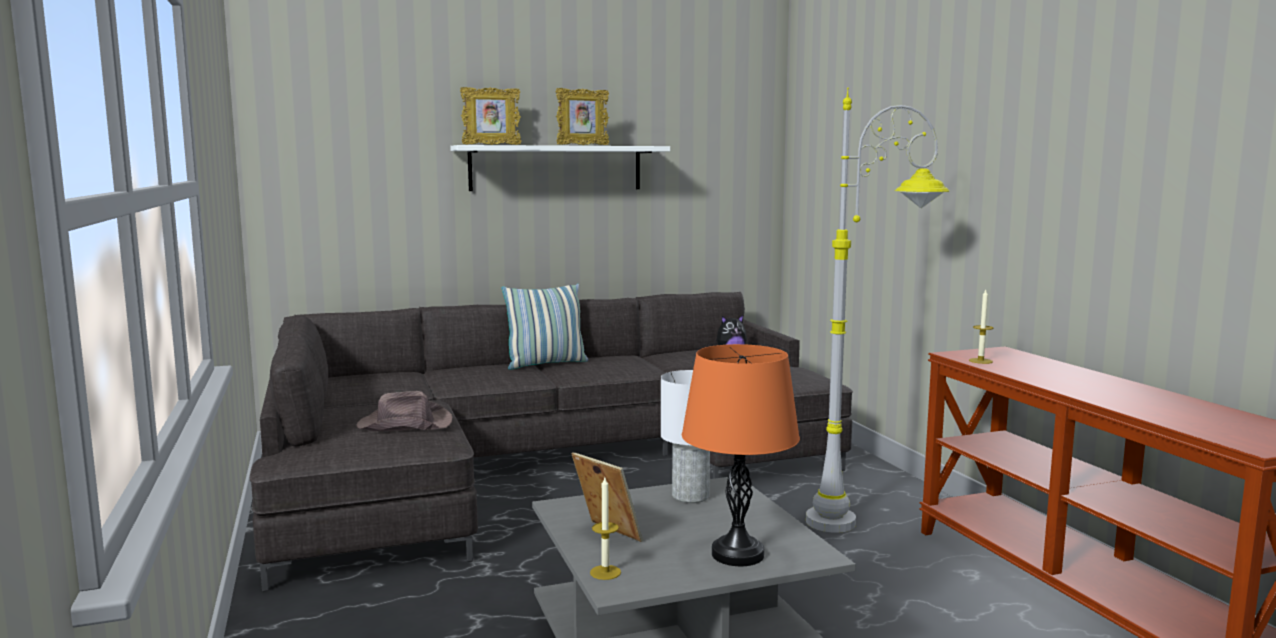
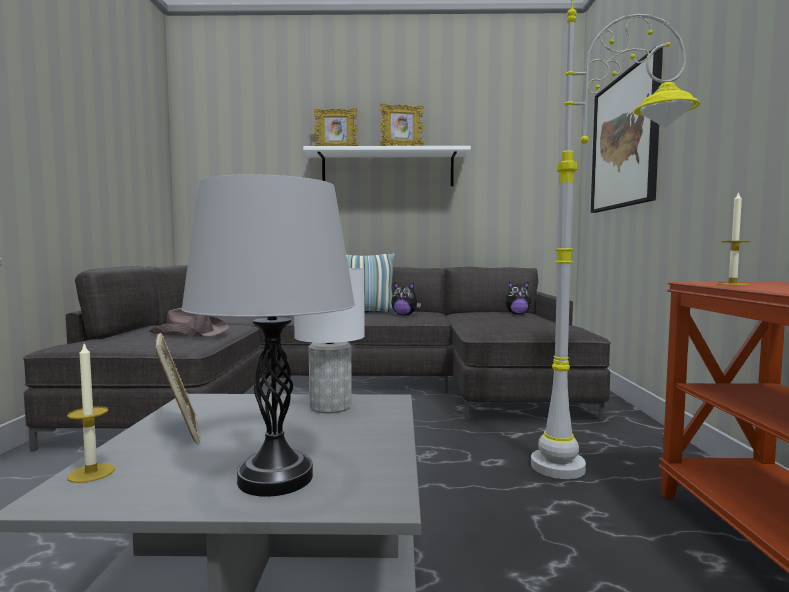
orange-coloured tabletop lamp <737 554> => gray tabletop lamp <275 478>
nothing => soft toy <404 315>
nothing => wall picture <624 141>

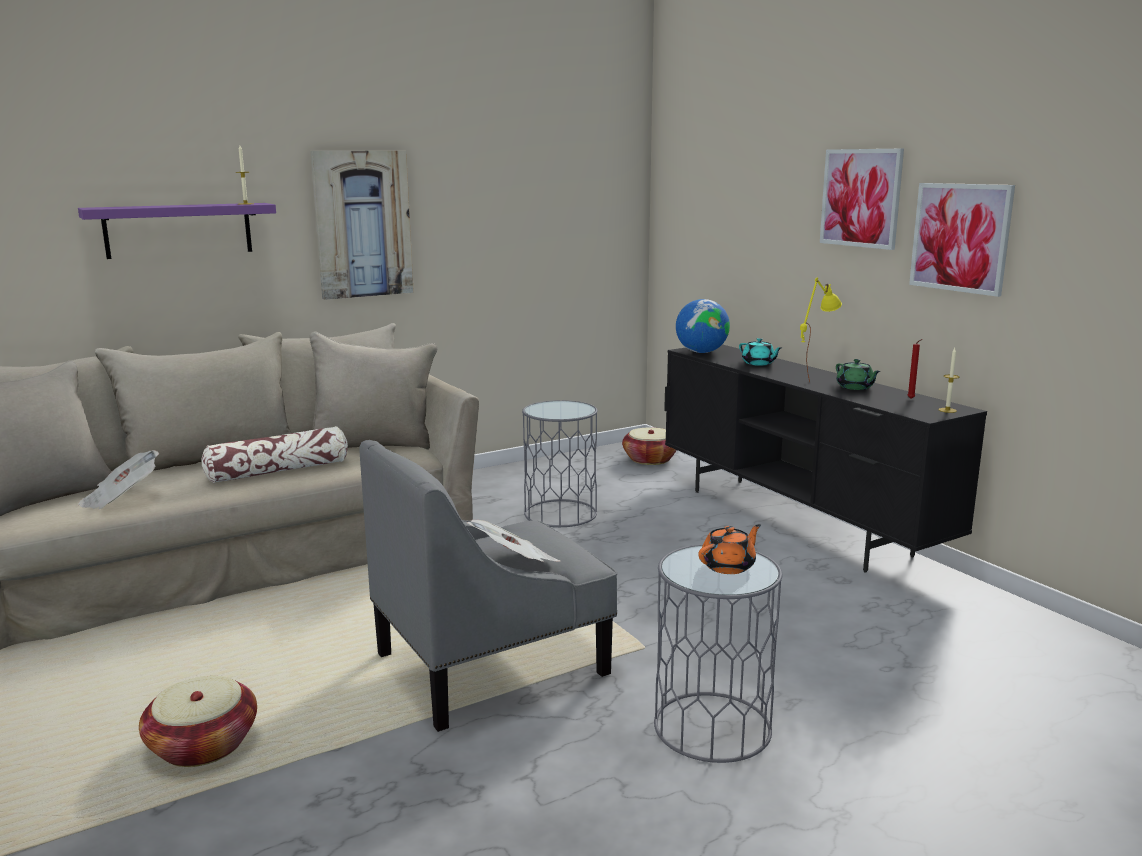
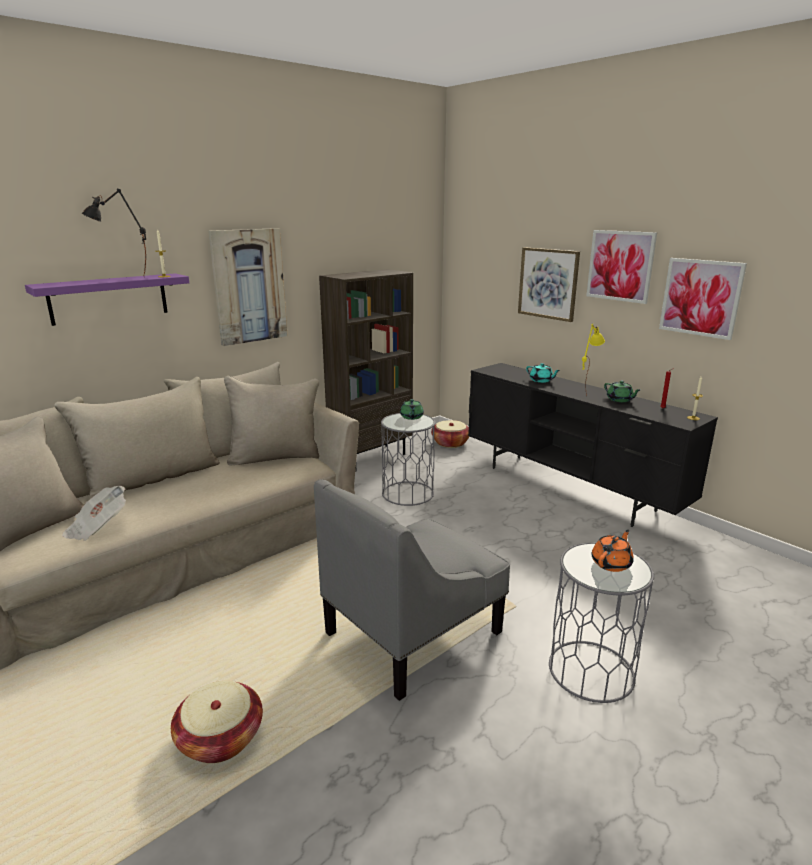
throw pillow <279 471> => nothing
newspaper <514 563> => nothing
desk globe <701 352> => nothing
nothing => blackish tabletop lamp <123 278>
nothing => brown bookcase <371 457>
nothing => green tea pot <411 417>
nothing => wall picture <548 283>

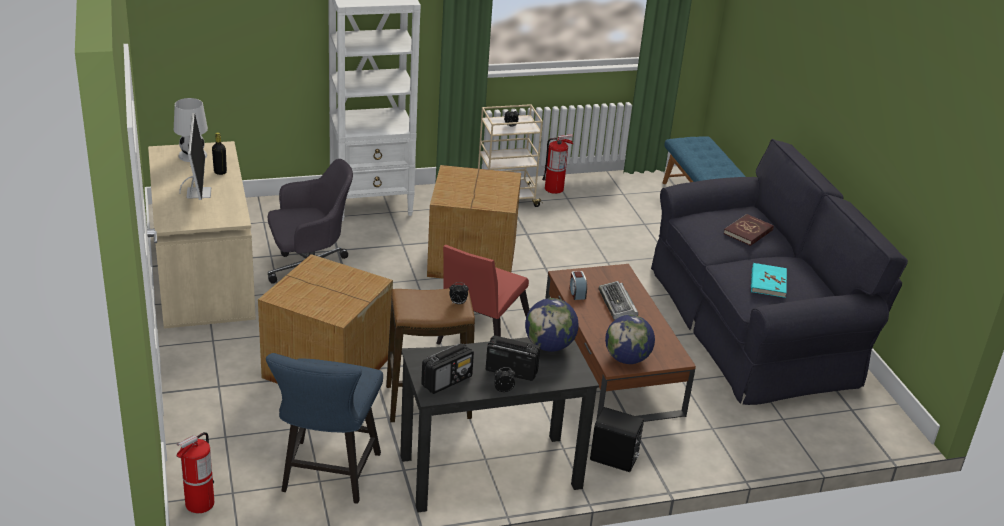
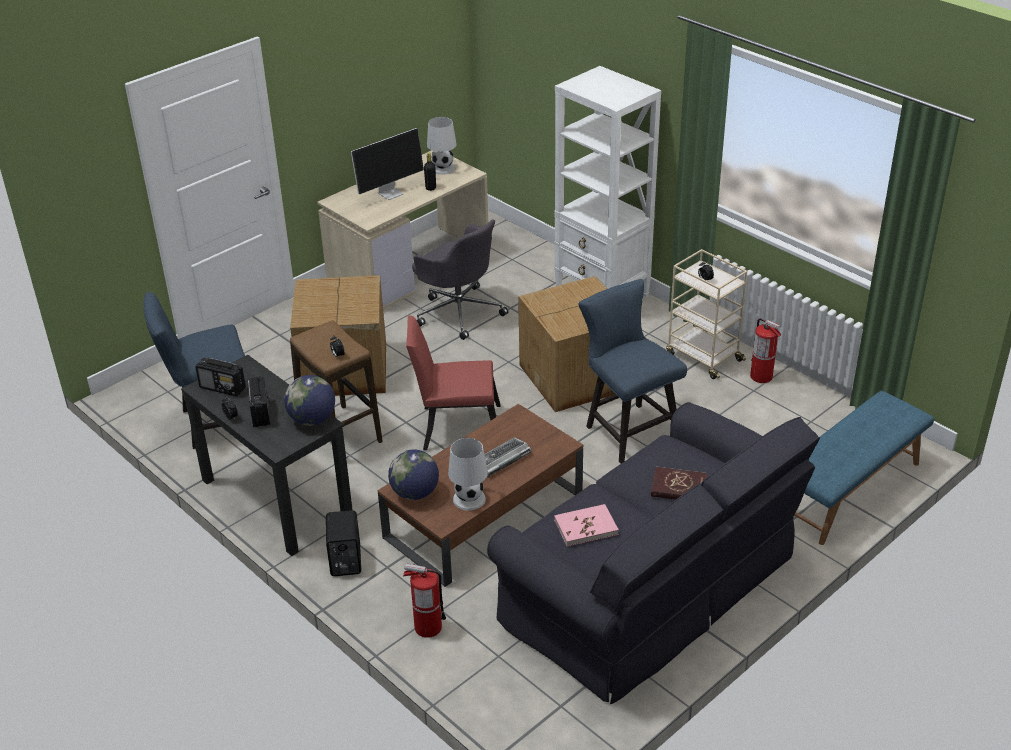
fire extinguisher <199 504> => fire extinguisher <427 627>, relocated
alarm clock <577 293> => nothing
turquoise book <768 282> => pink-coloured book <586 527>
nothing => white tabletop lamp <469 499>
nothing => blue-coloured plain chair <627 429>

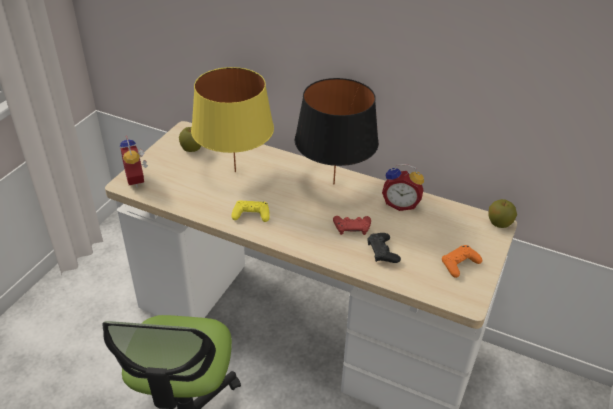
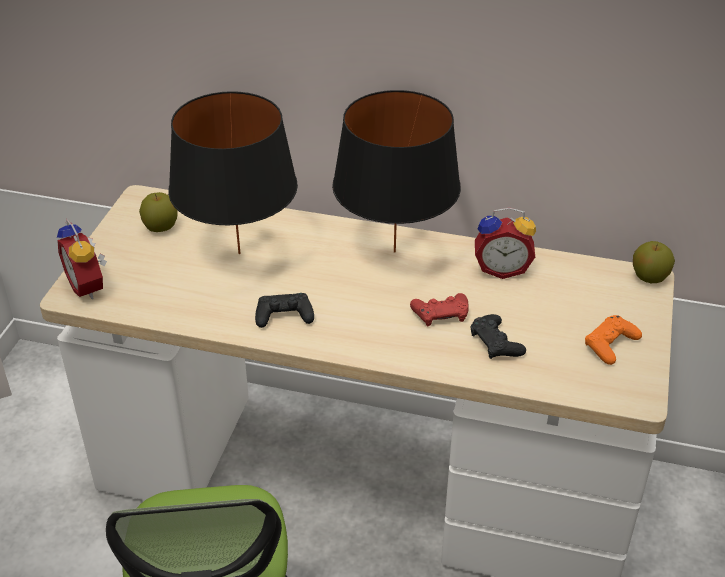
yellow tabletop lamp <235 172> => blackish tabletop lamp <239 253>
yellow gamepad <251 215> => blackish gamepad <284 316>

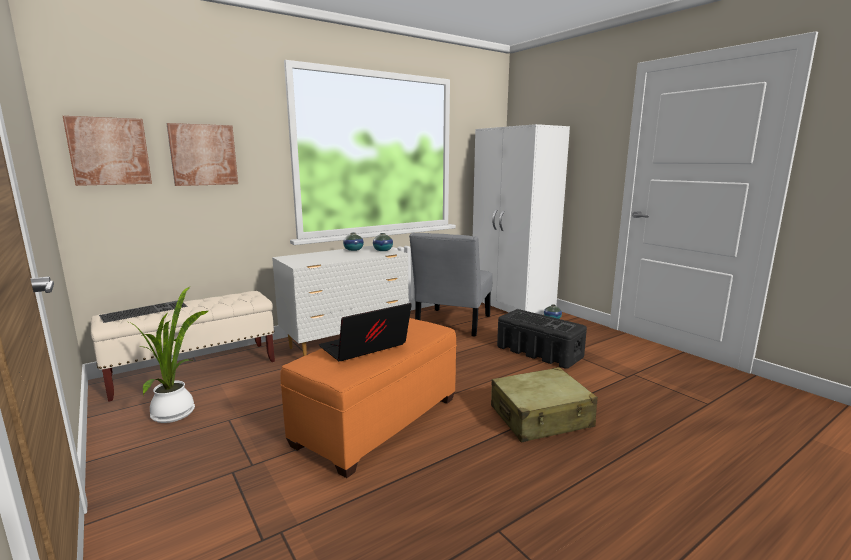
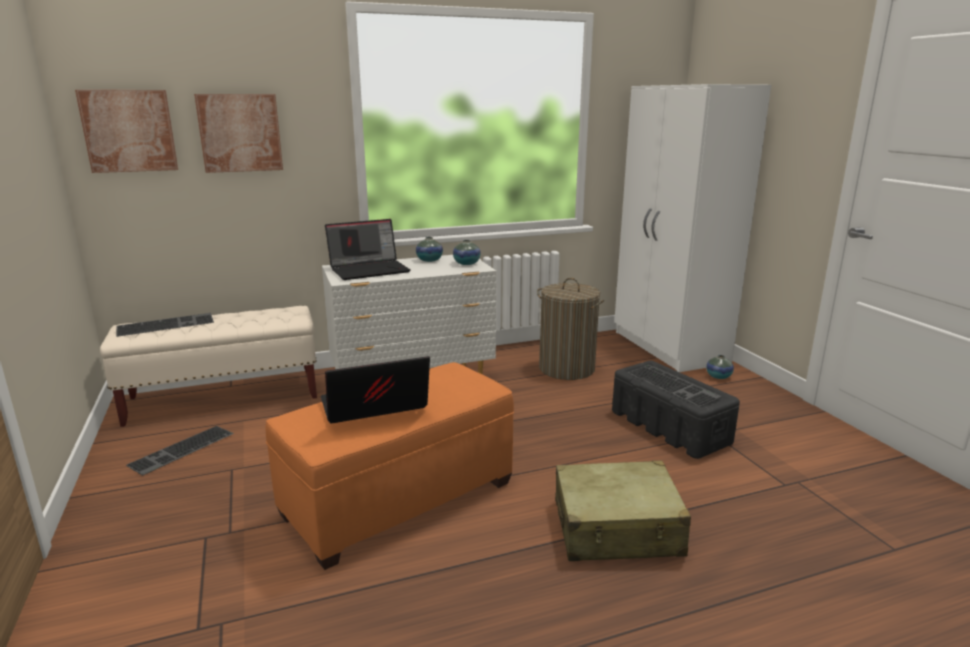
houseplant <176 412> => computer keyboard <182 450>
gray plain chair <451 324> => laundry basket <566 368>
nothing => notebook computer <370 270>

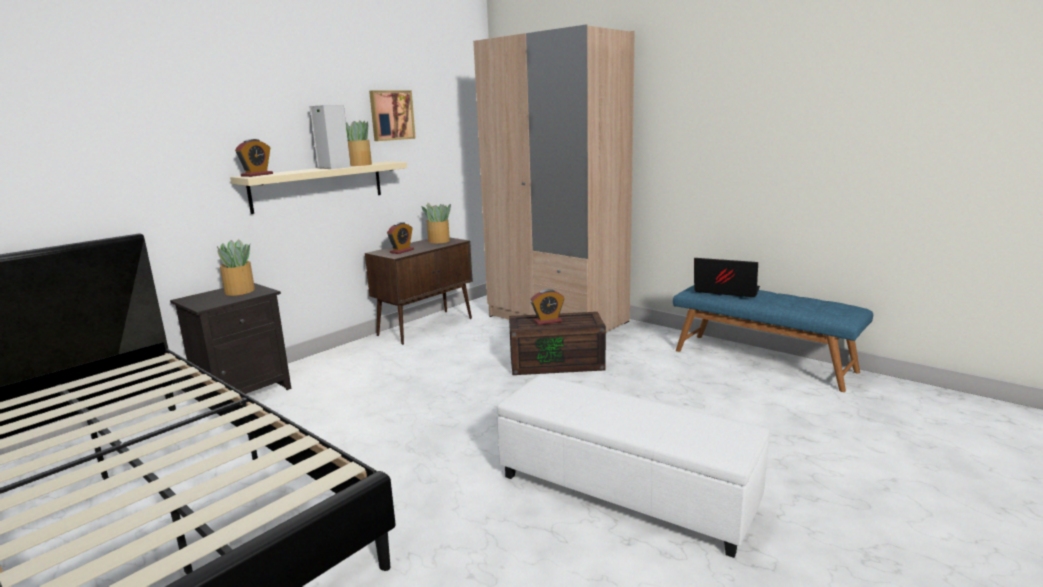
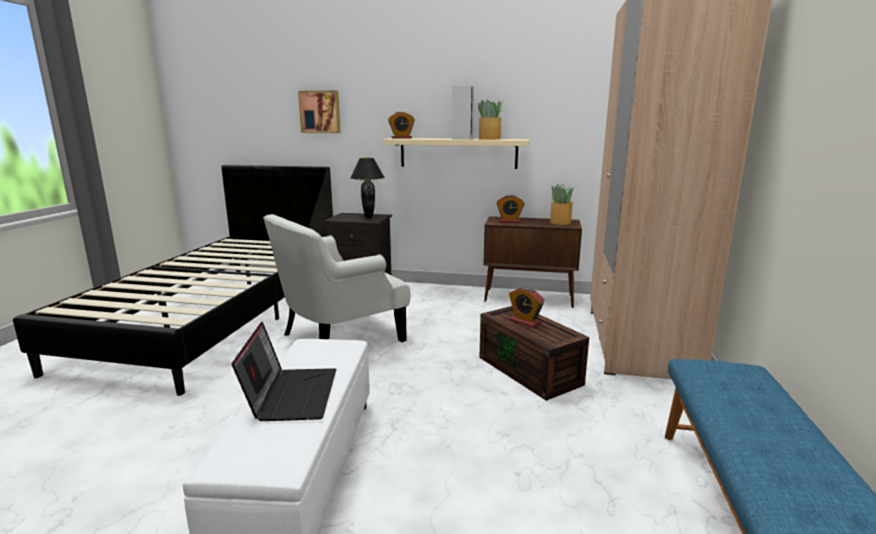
houseplant <239 291> => blackish tabletop lamp <369 217>
wall picture <391 115> => wall picture <320 112>, relocated
notebook computer <725 291> => notebook computer <291 394>, relocated
nothing => white armchair <339 337>

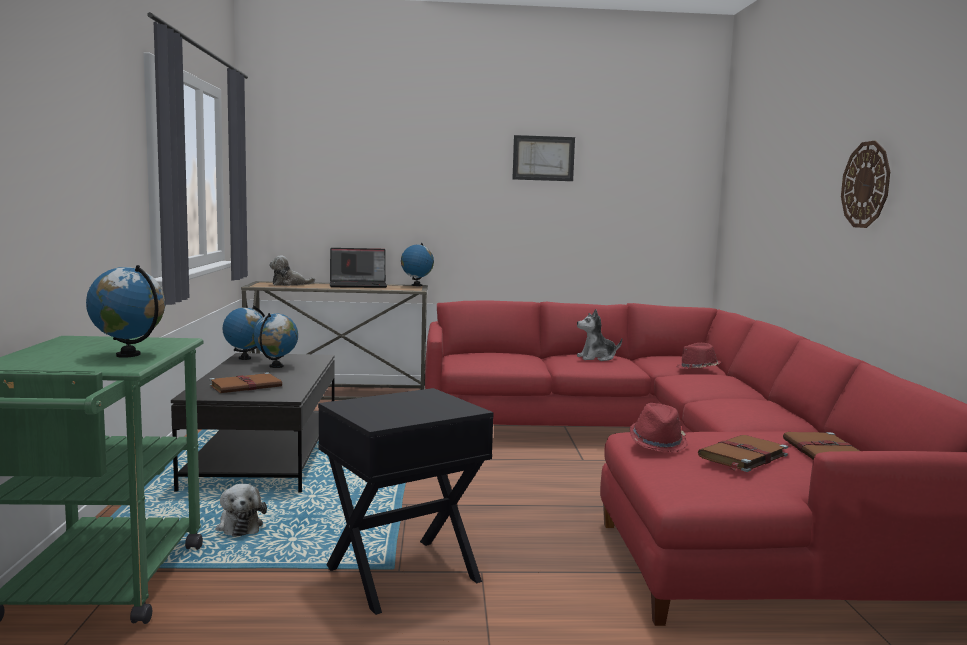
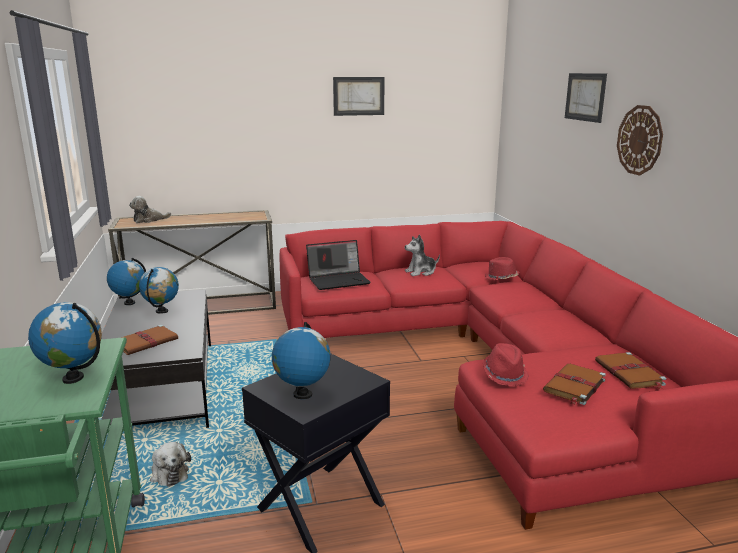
notebook computer <359 285> => notebook computer <339 280>, relocated
desk globe <416 285> => desk globe <302 395>, relocated
nothing => wall picture <585 97>

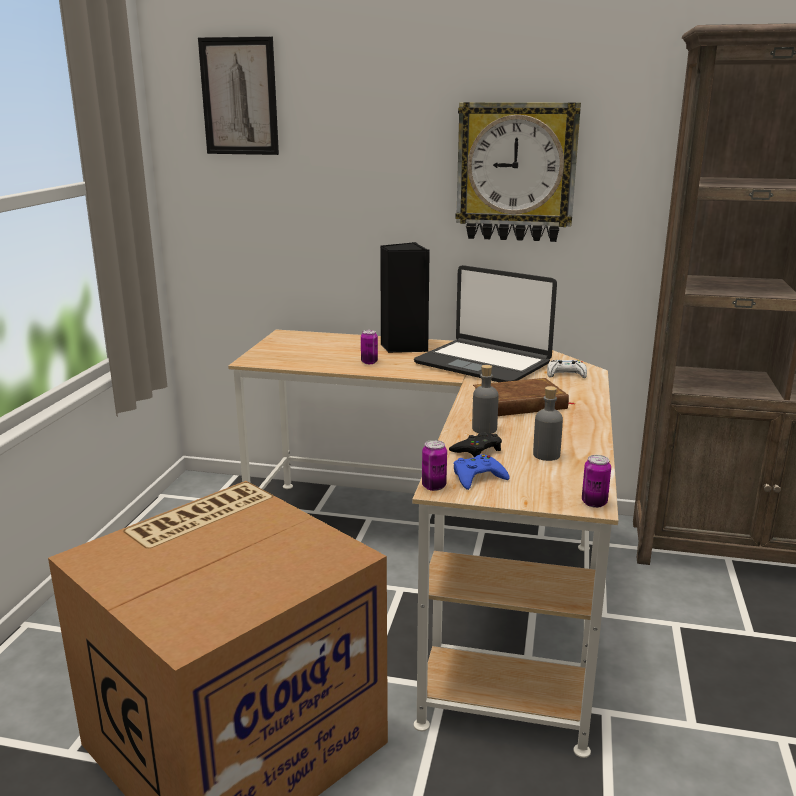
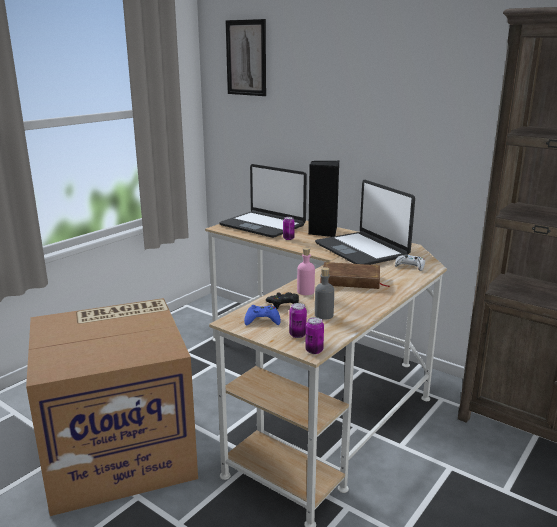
can <434 486> => can <297 335>, relocated
clock on the wall <516 172> => nothing
gray beverage bottle <484 429> => pink-coloured beverage bottle <305 292>
nothing => notebook computer <263 225>

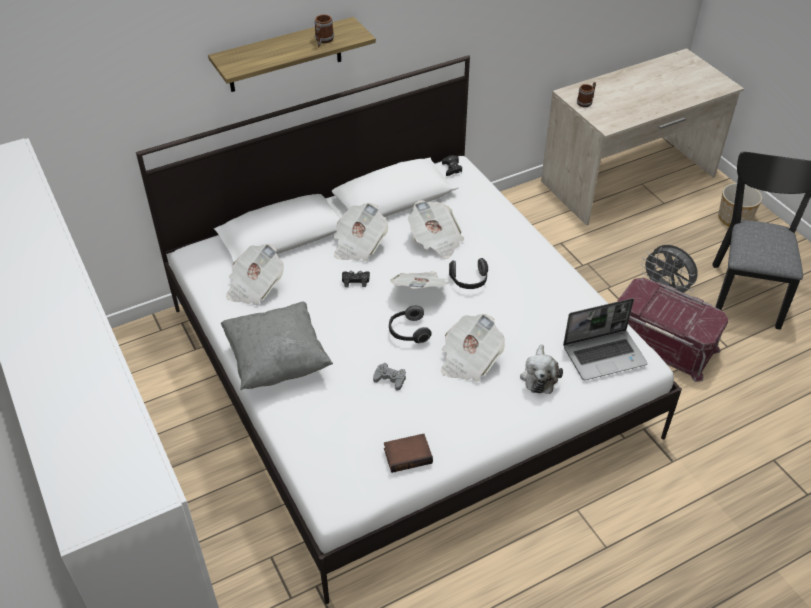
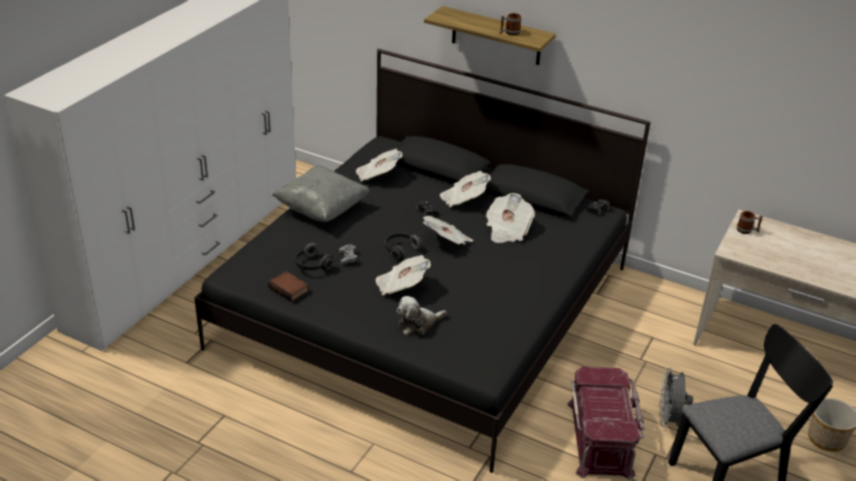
white bed <405 369> => blackish bed <425 307>
headset <469 281> => headset <312 265>, relocated
notebook computer <604 355> => nothing

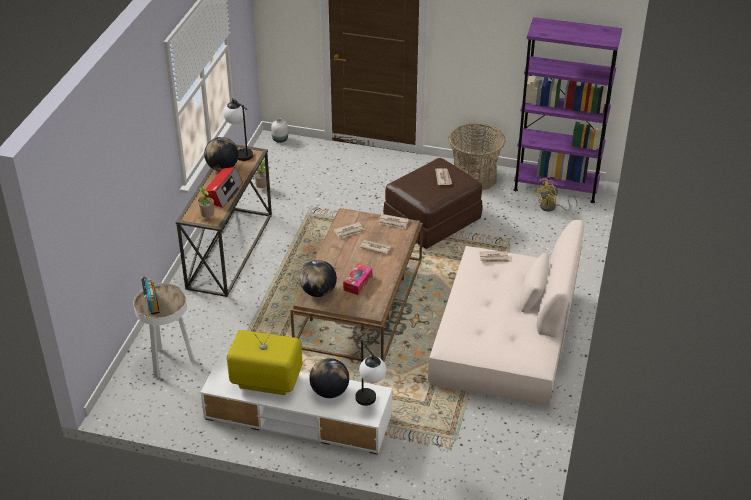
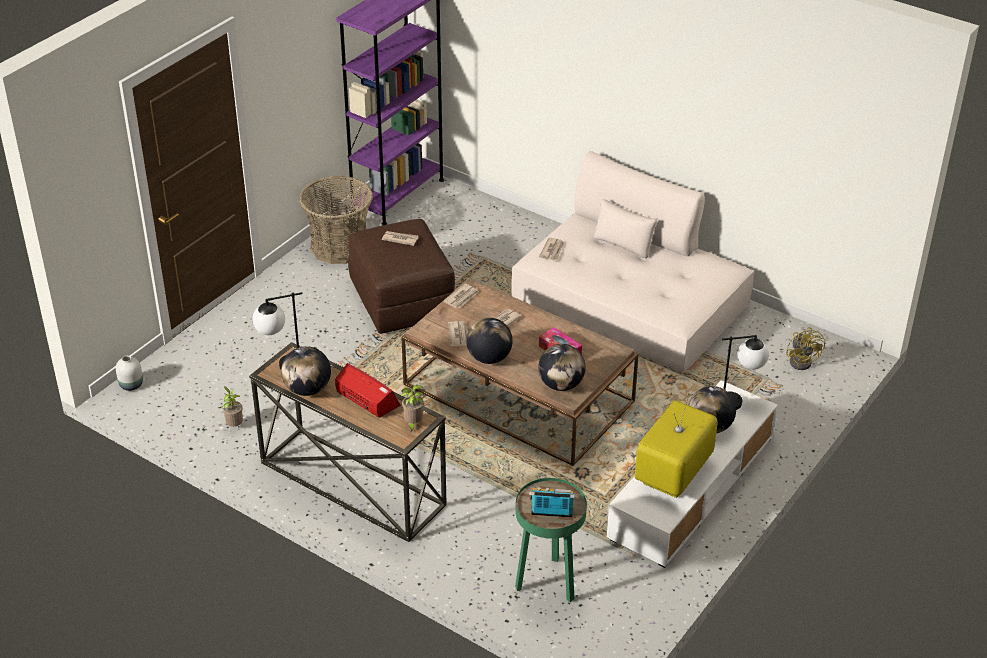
white accent table <169 362> => green accent table <547 583>
yellow electric fan <551 207> => yellow electric fan <802 361>, relocated
nothing => desk globe <489 358>

